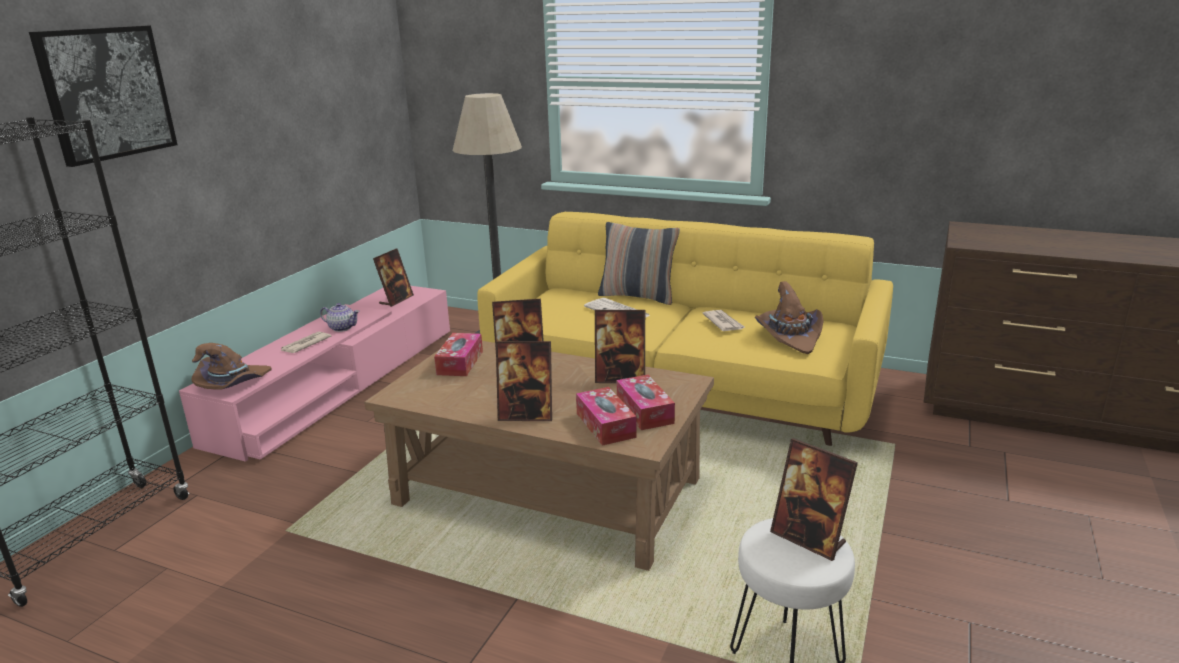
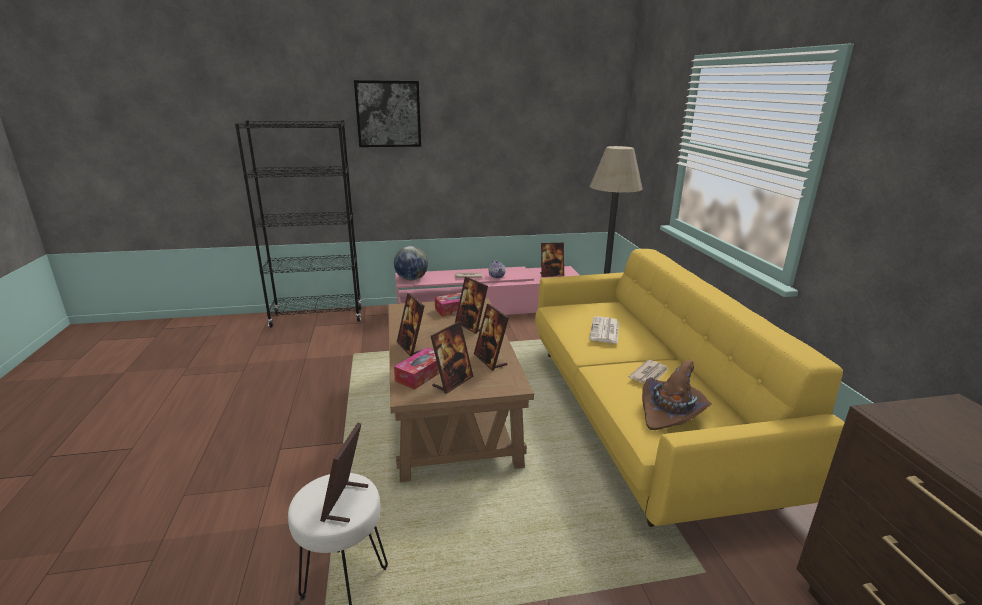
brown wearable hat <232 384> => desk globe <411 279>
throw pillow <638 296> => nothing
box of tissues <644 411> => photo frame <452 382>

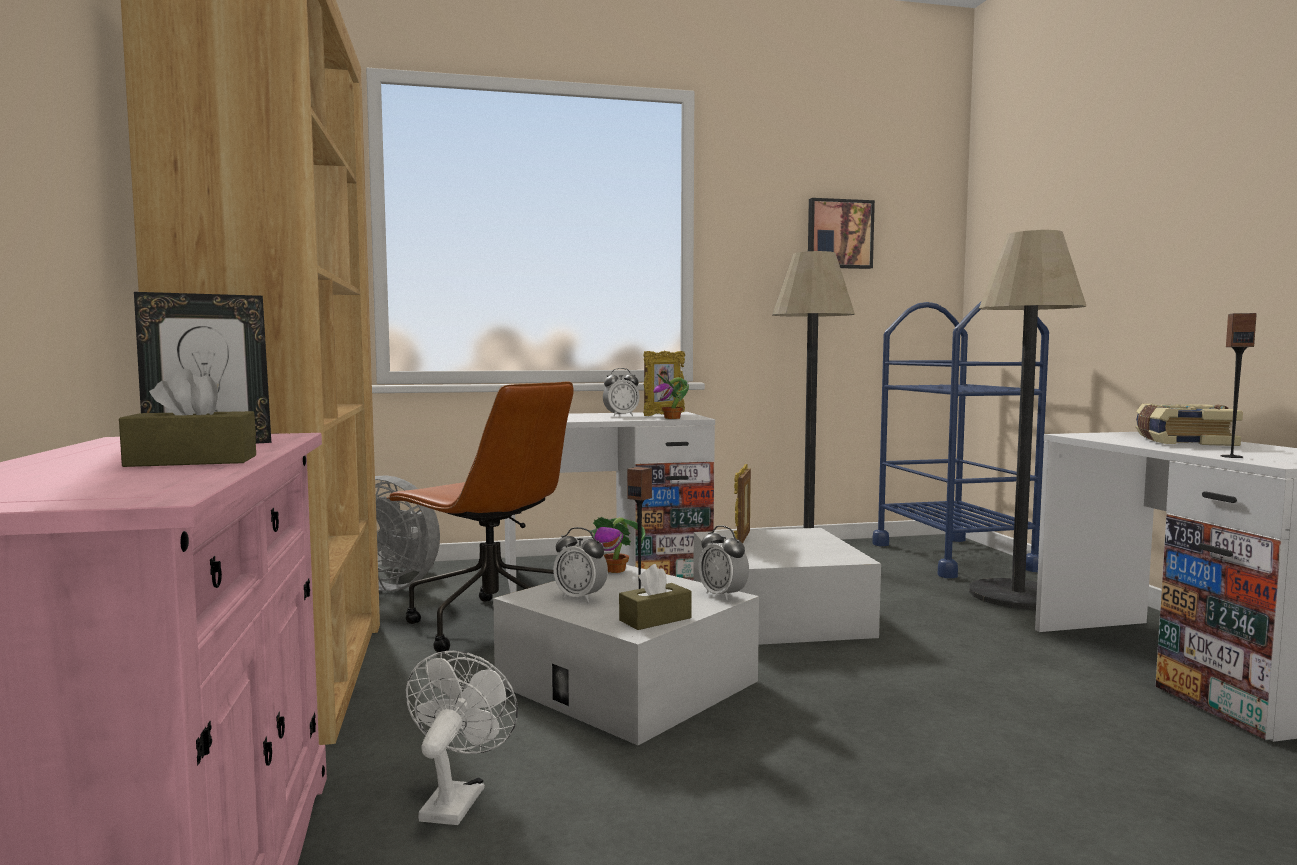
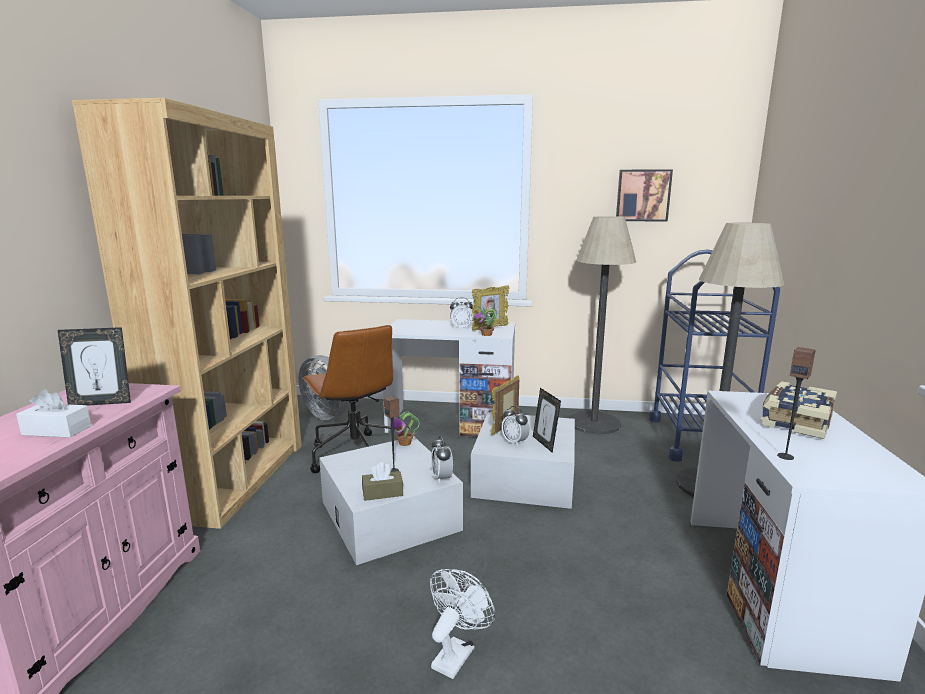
brown box of tissues <192 461> => white box of tissues <57 430>
white electric fan <456 799> => white electric fan <456 653>, relocated
alarm clock <580 598> => alarm clock <515 442>, relocated
nothing => photo frame <545 443>

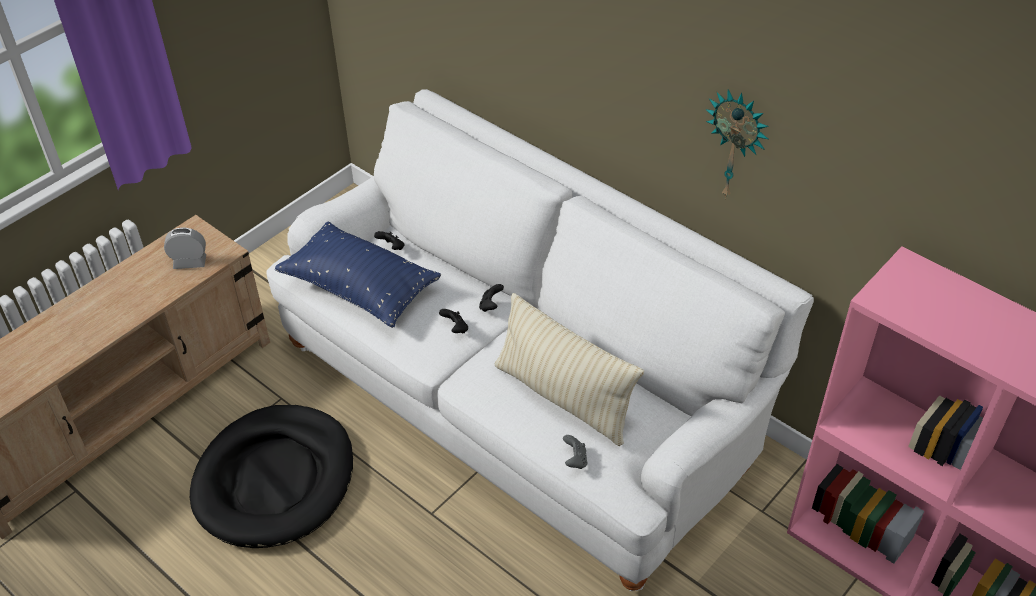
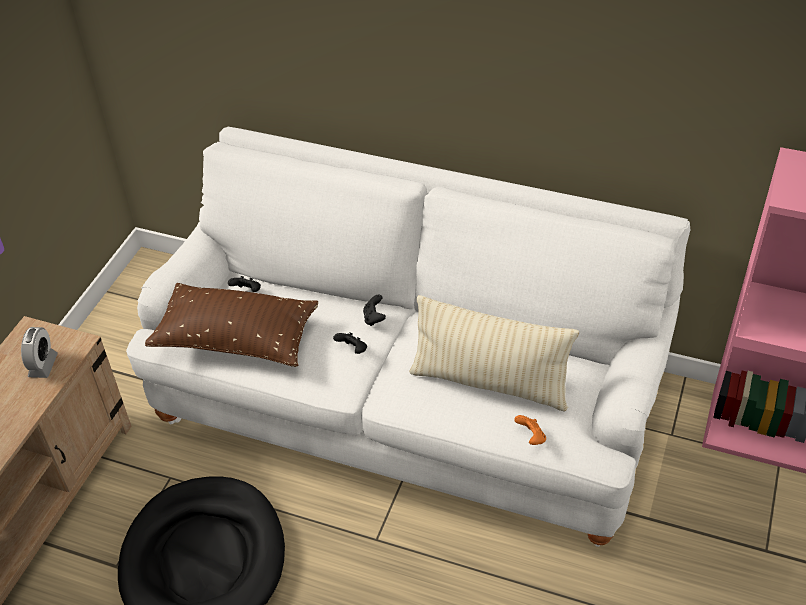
alarm clock <190 262> => alarm clock <43 365>, 120 degrees clockwise
blue-coloured throw pillow <360 288> => brown throw pillow <236 339>
gray gamepad <575 460> => orange-coloured gamepad <531 437>
clock on the wall <736 145> => nothing

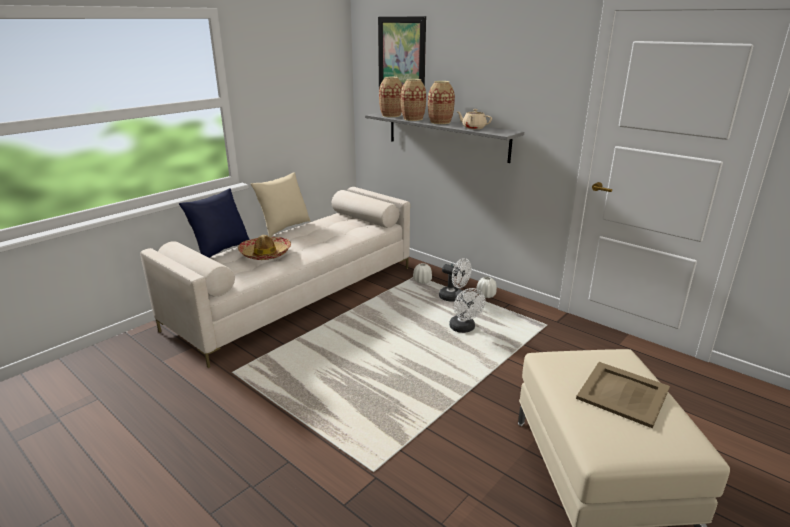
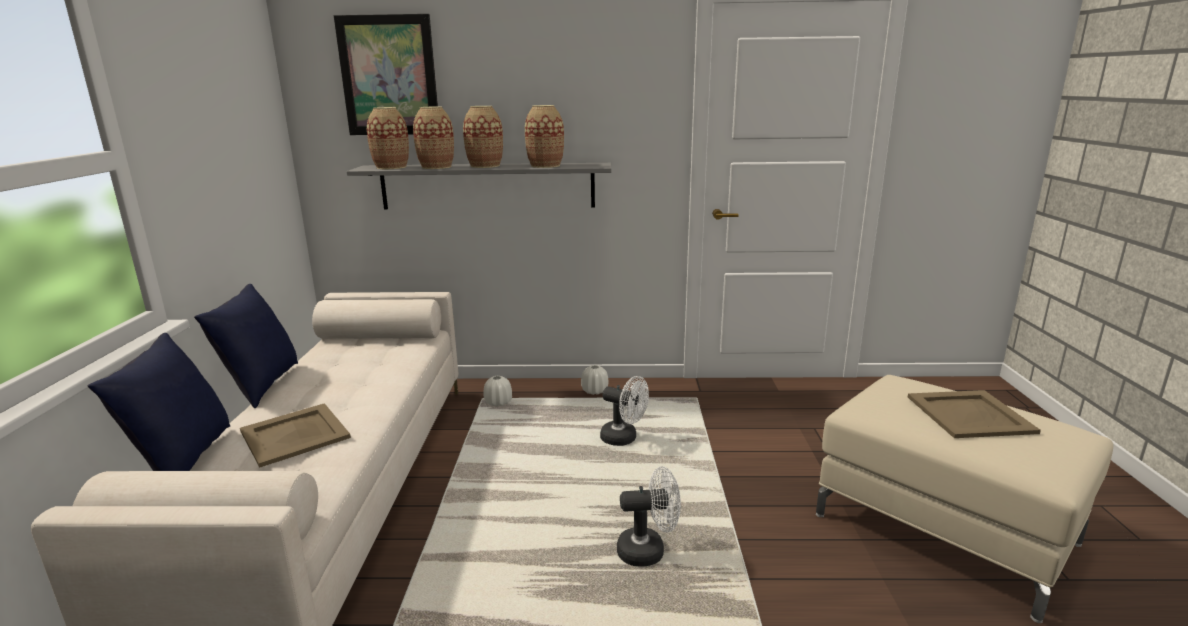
wearable hat <265 254> => sand-coloured tray <294 434>
sand-coloured throw pillow <284 227> => blue-coloured throw pillow <261 386>
white electric fan <454 297> => white electric fan <648 550>, relocated
sand-coloured tea pot <473 128> => decorative vase <545 166>

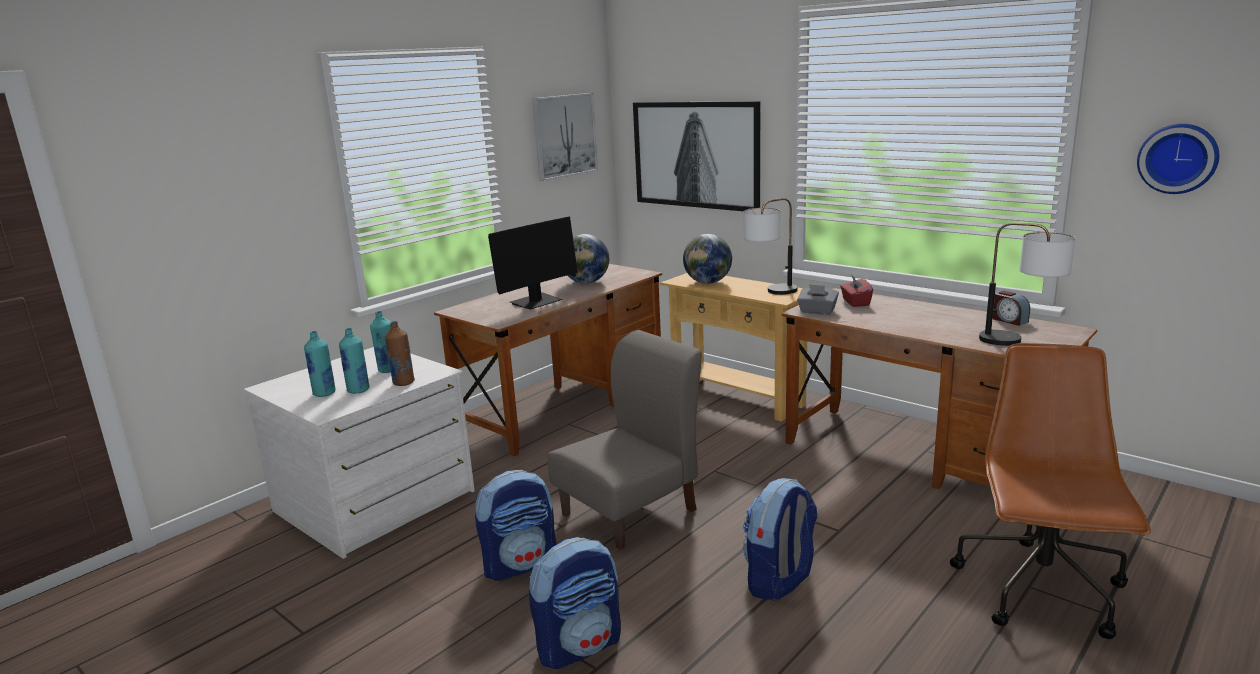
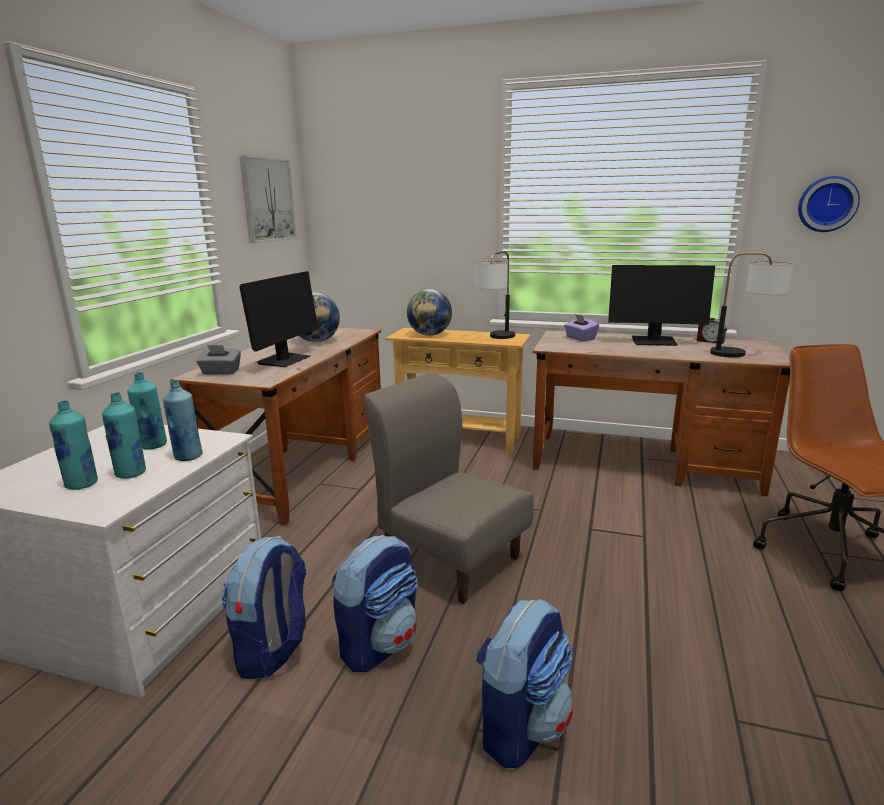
brown beverage bottle <403 382> => blue-coloured beverage bottle <188 456>
gray plain chair <630 512> => gray plain chair <450 558>, 75 degrees counterclockwise
wall picture <696 154> => nothing
knapsack <779 581> => knapsack <273 650>, relocated
gray box of tissues <817 311> => gray box of tissues <220 372>, relocated
red-coloured box of tissues <855 302> => purplish box of tissues <580 338>
nothing => computer screen <653 342>

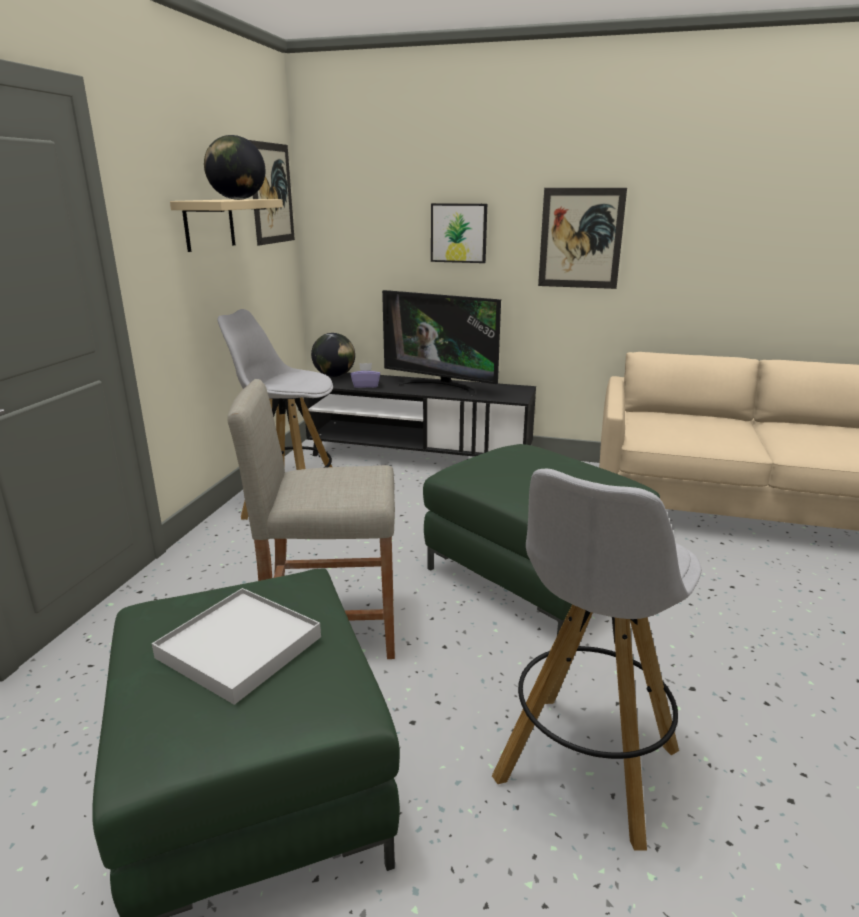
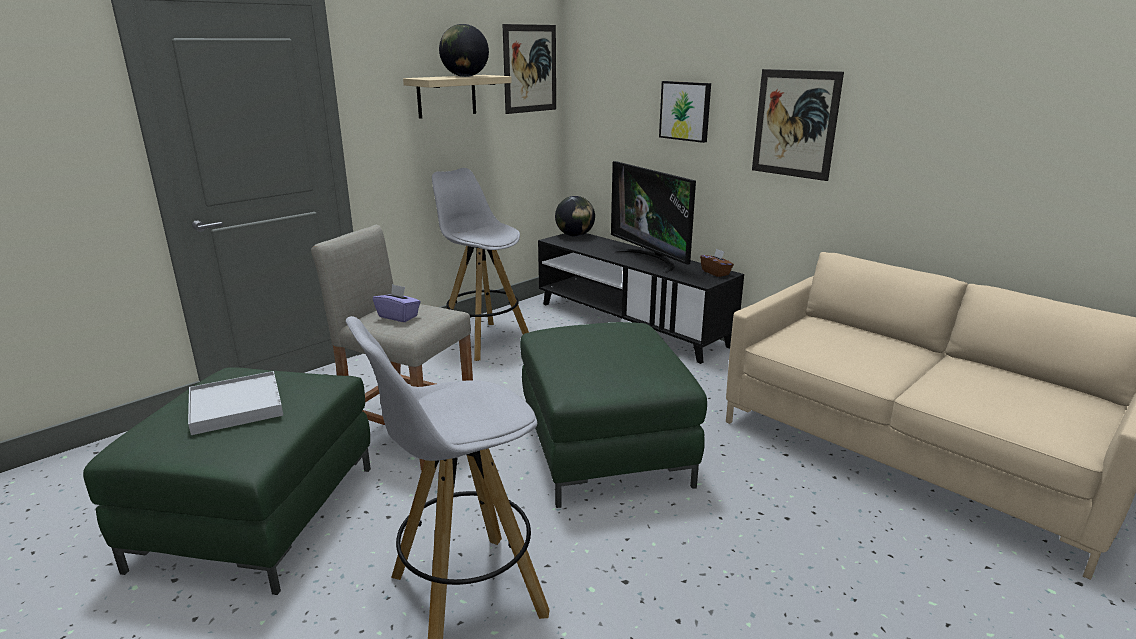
purplish box of tissues <366 385> => purplish box of tissues <398 316>, relocated
nothing => brown box of tissues <716 273>

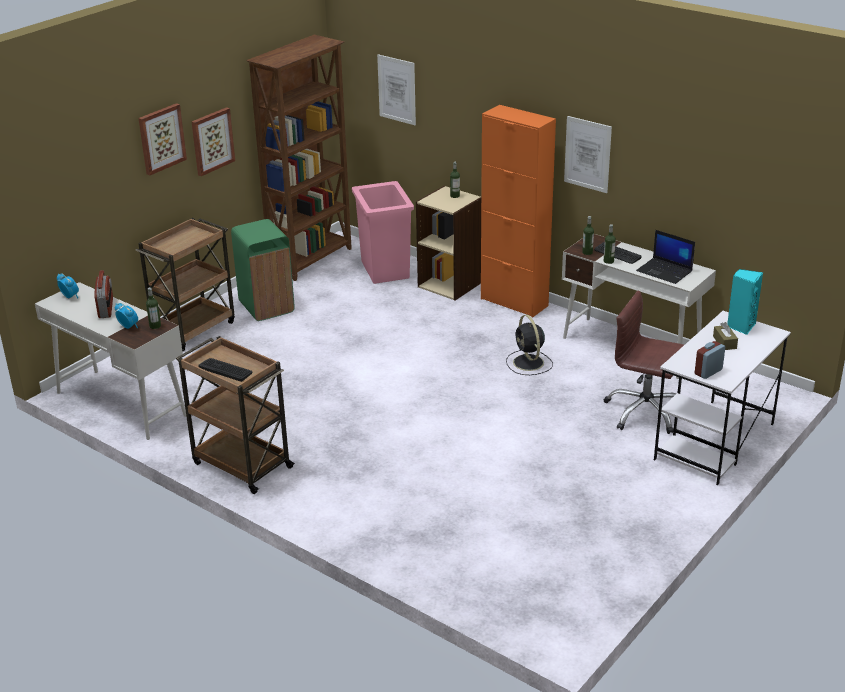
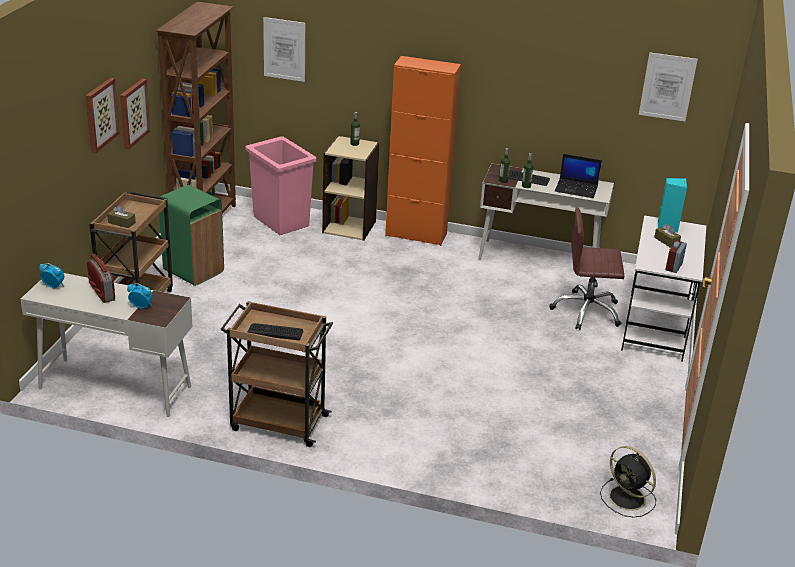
beverage bottle <155 326> => nothing
blackish electric fan <529 363> => blackish electric fan <628 499>, relocated
wall picture <587 154> => wall picture <667 87>, relocated
nothing => brown box of tissues <121 223>

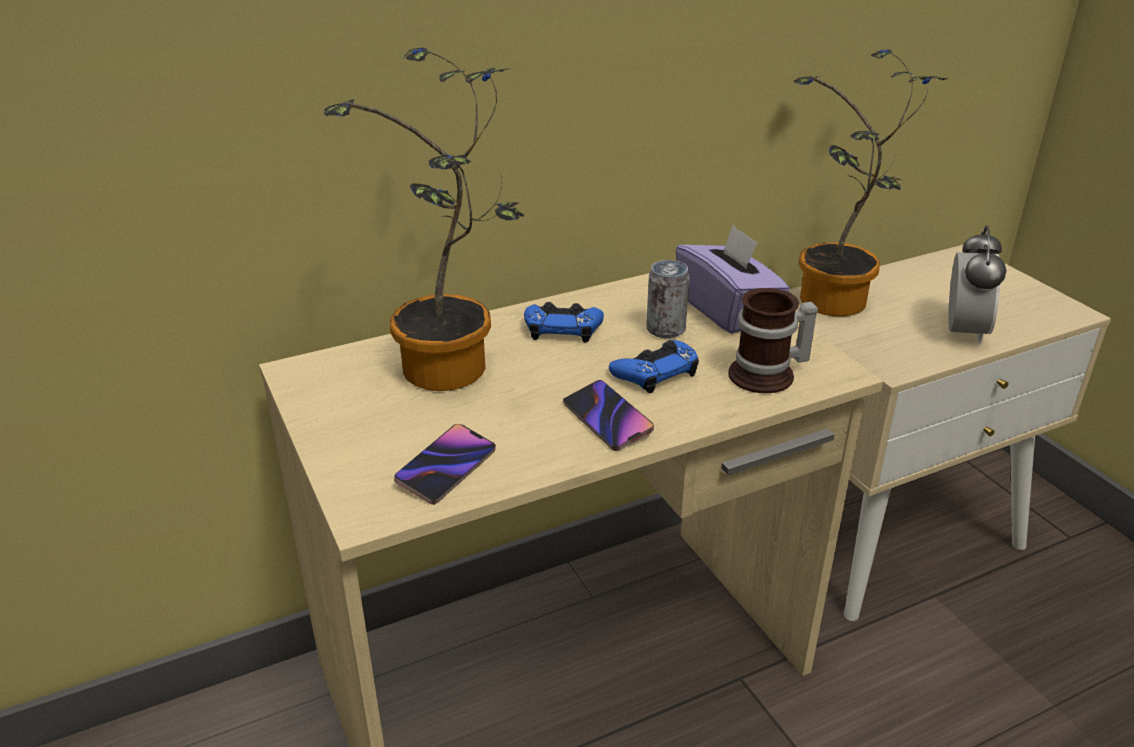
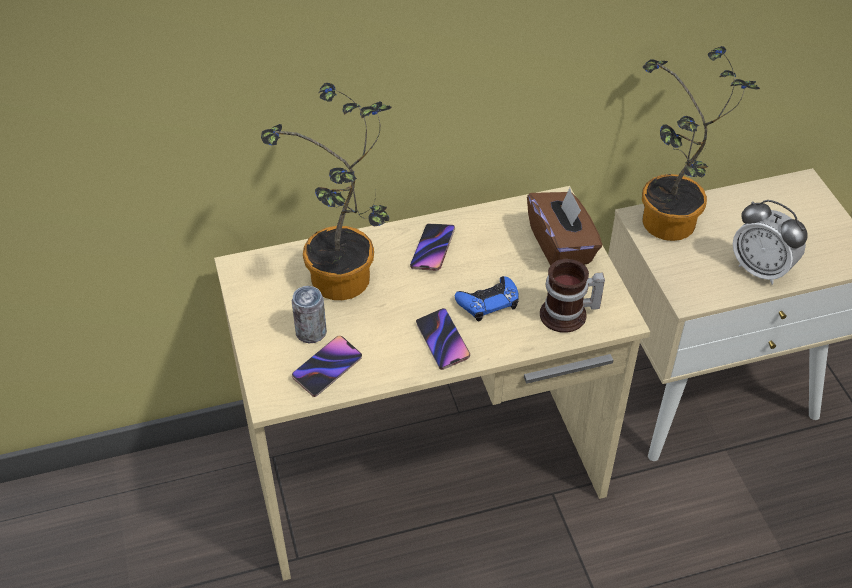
blue-coloured gamepad <562 328> => phone <433 249>
can <665 329> => can <311 332>, relocated
purplish box of tissues <728 310> => brown box of tissues <561 246>
alarm clock <963 332> => alarm clock <760 269>, 105 degrees clockwise

